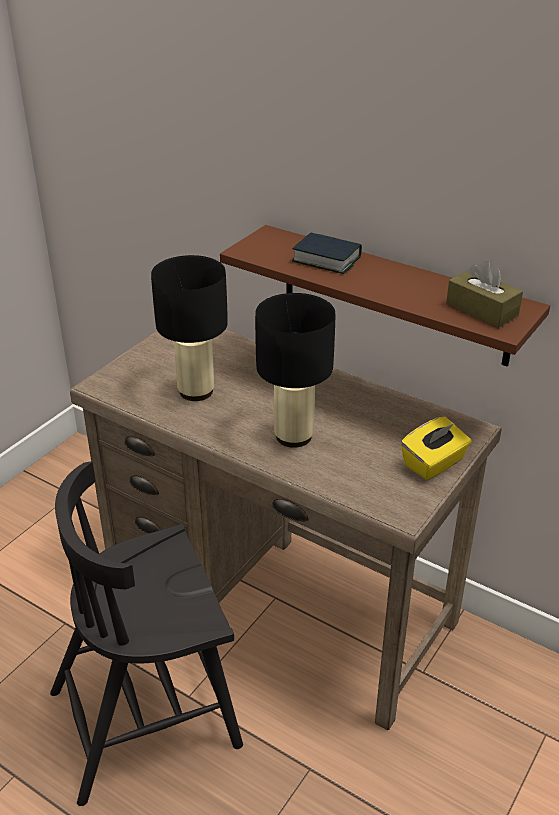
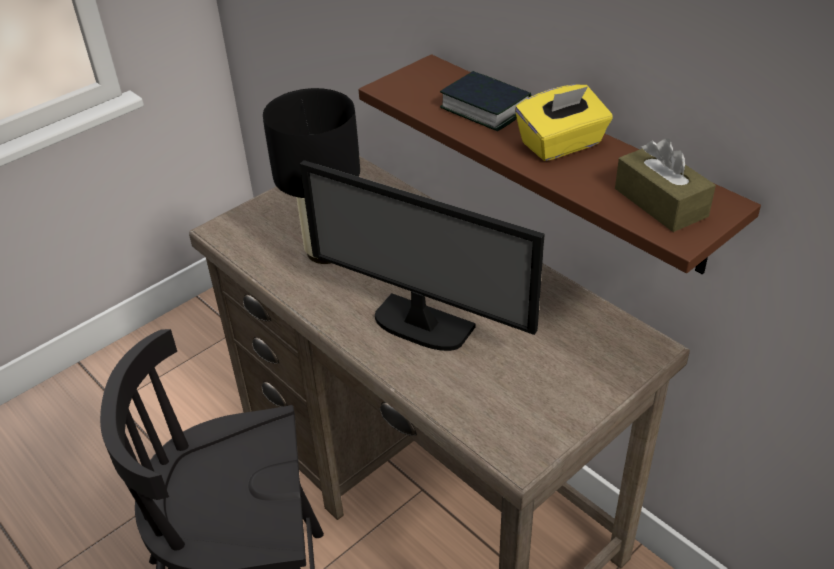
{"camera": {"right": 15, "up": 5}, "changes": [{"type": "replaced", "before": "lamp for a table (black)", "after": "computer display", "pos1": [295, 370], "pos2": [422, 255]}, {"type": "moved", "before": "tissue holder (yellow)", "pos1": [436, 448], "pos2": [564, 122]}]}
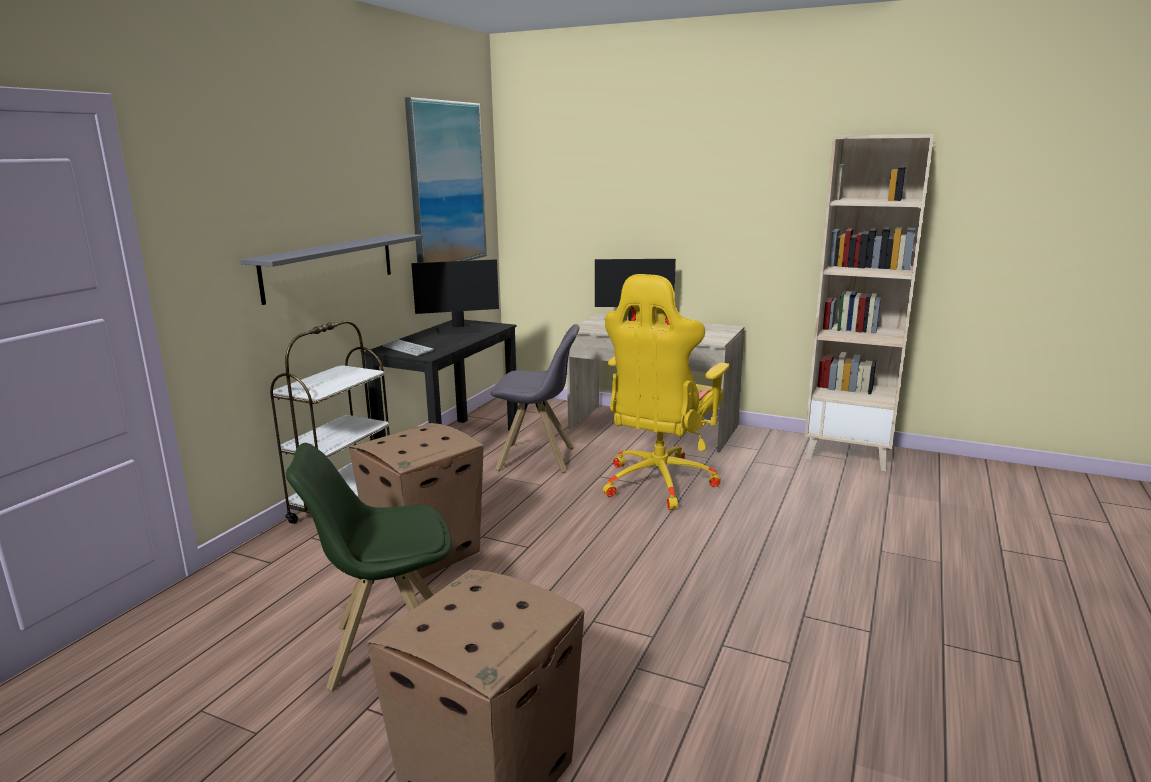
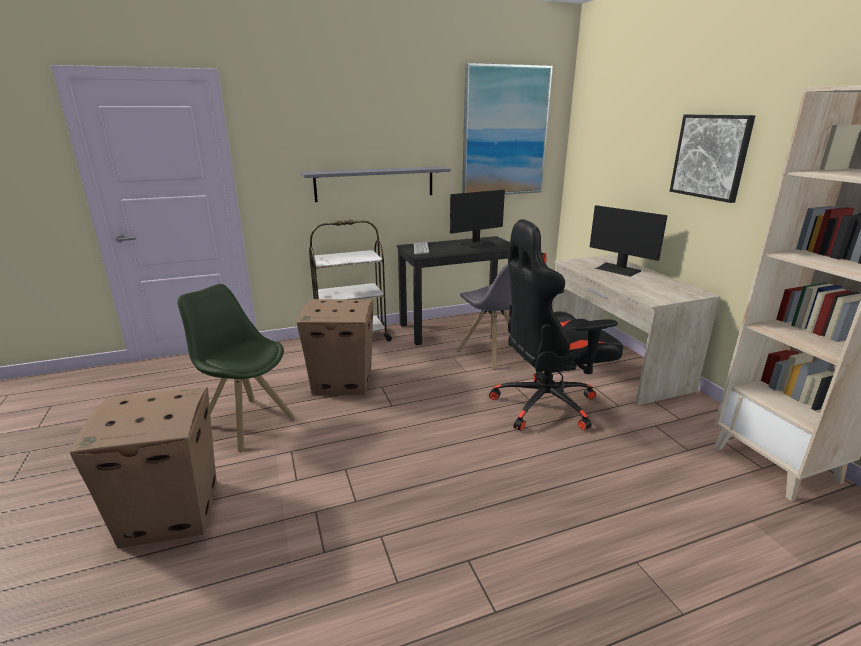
{"camera": {"right": 45, "up": 5}, "changes": [{"type": "turned", "before": "computer display", "pos1": [455, 297], "pos2": [477, 219], "turn": -60}, {"type": "recoloured", "before": "desk chair (yellow)", "after": "desk chair (black)", "pos1": [666, 392], "pos2": [556, 325]}, {"type": "added", "after": "wall art", "pos2": [712, 159]}]}
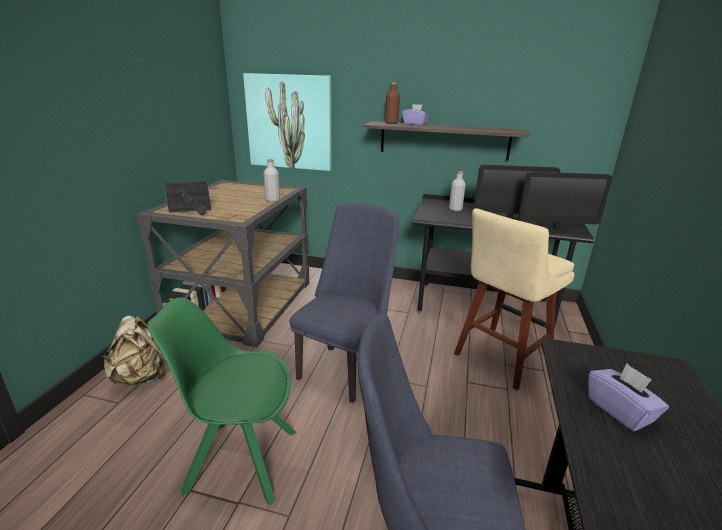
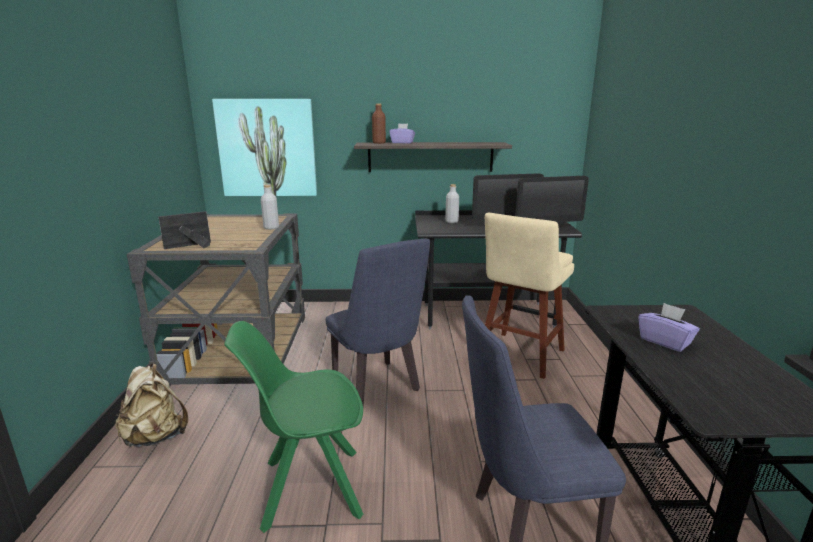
{"camera": {"right": -15, "up": -5}, "changes": [{"type": "turned", "before": "chair (blue)", "pos1": [345, 303], "pos2": [378, 323], "turn": 135}]}
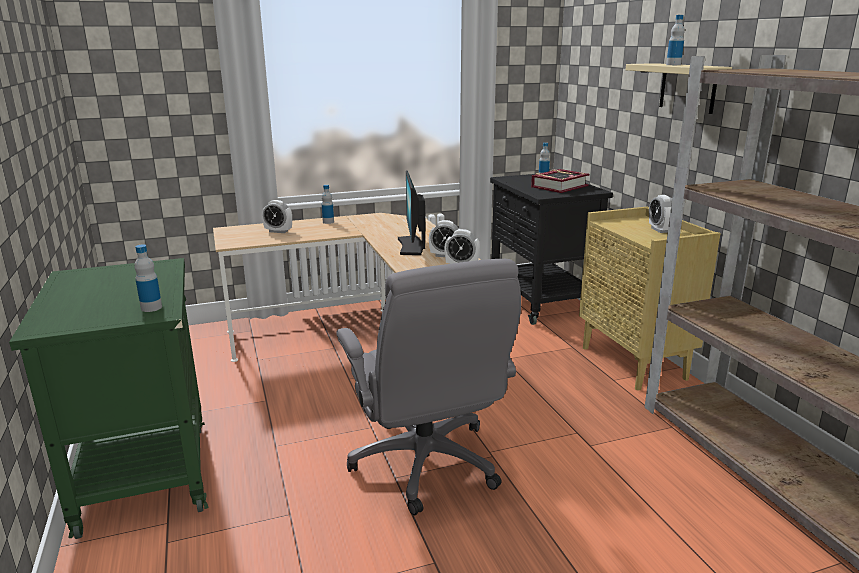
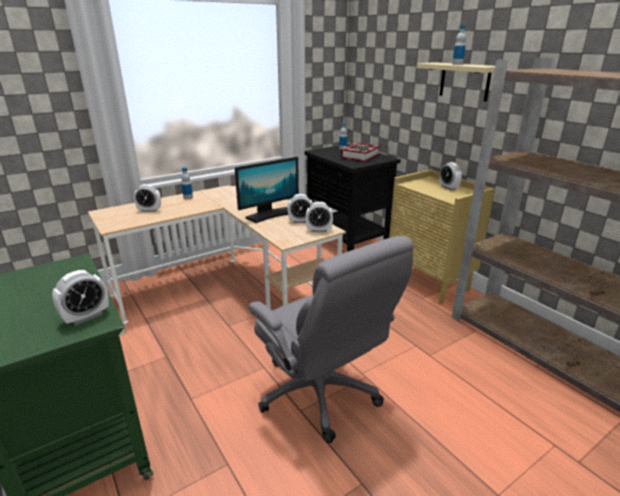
{"camera": {"right": -15, "up": 5}, "changes": [{"type": "turned", "before": "computer display", "pos1": [411, 212], "pos2": [267, 190], "turn": -105}, {"type": "replaced", "before": "drink bottle", "after": "table clock", "pos1": [148, 278], "pos2": [80, 298]}]}
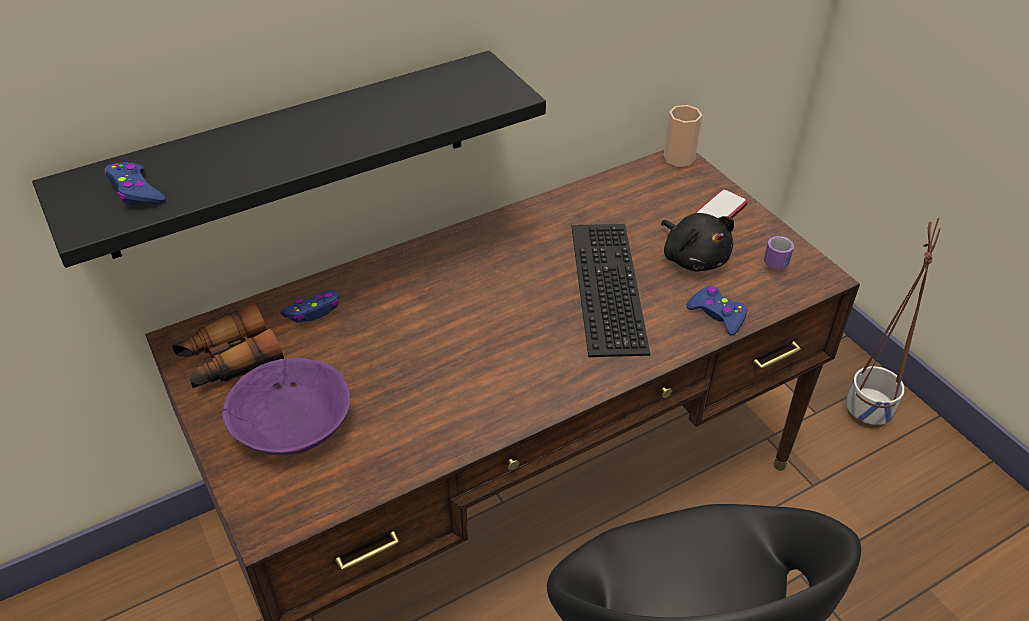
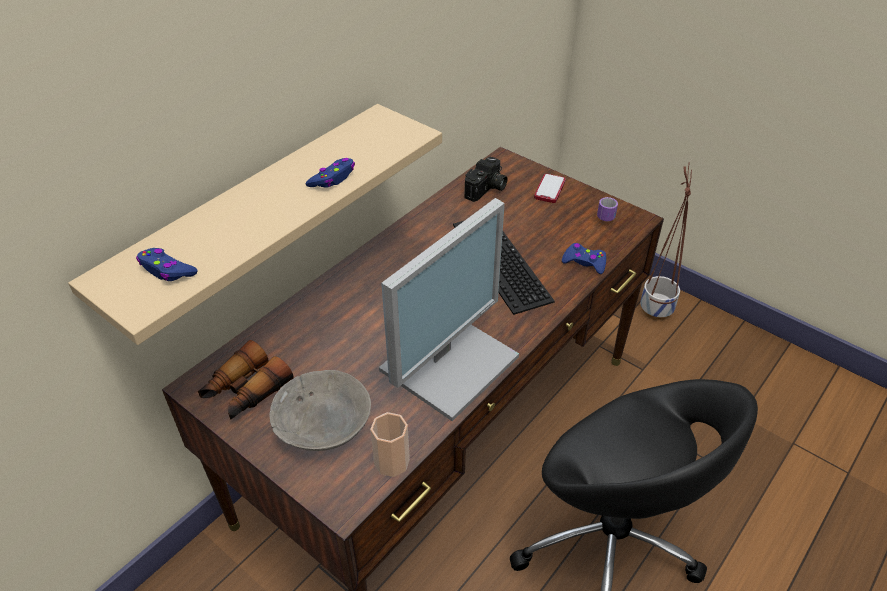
{"camera": {"right": -20, "up": 0}, "changes": [{"type": "recoloured", "before": "bracket shelf (black)", "after": "bracket shelf (beige)", "pos1": [289, 159], "pos2": [255, 224]}, {"type": "moved", "before": "small cup", "pos1": [683, 136], "pos2": [390, 444]}, {"type": "removed", "before": "cuddly toy (black)", "pos1": [697, 242]}, {"type": "moved", "before": "joypad (blue)", "pos1": [309, 306], "pos2": [330, 173]}, {"type": "recoloured", "before": "deep dish (purple)", "after": "deep dish (greyish)", "pos1": [286, 406], "pos2": [320, 410]}, {"type": "added", "after": "still camera", "pos2": [485, 179]}, {"type": "added", "after": "computer display", "pos2": [449, 309]}]}
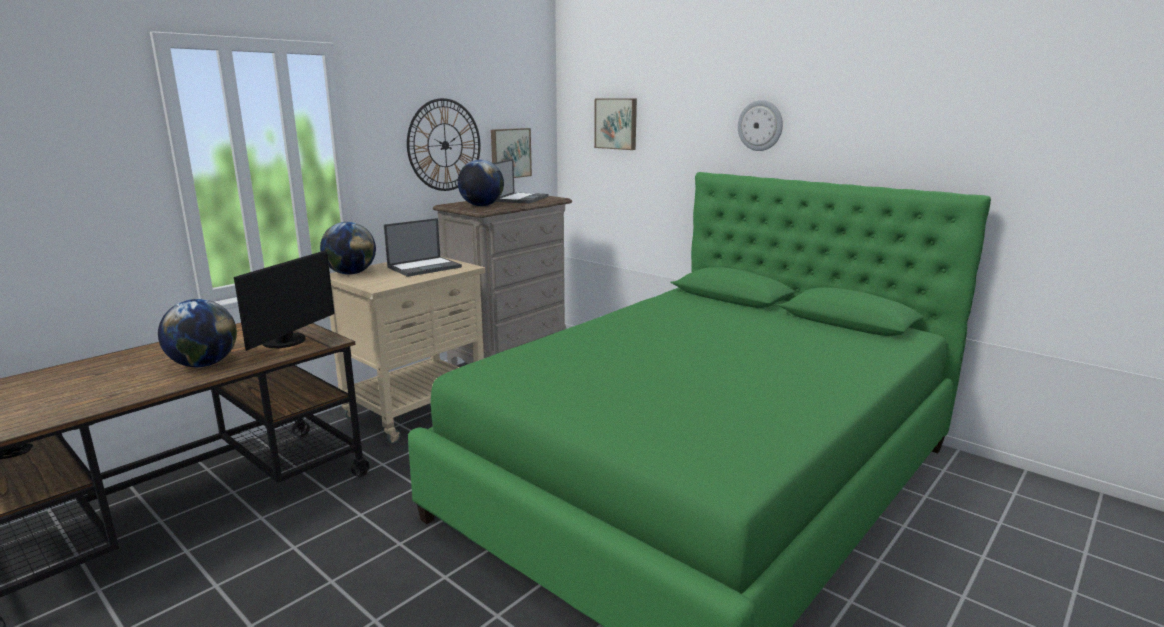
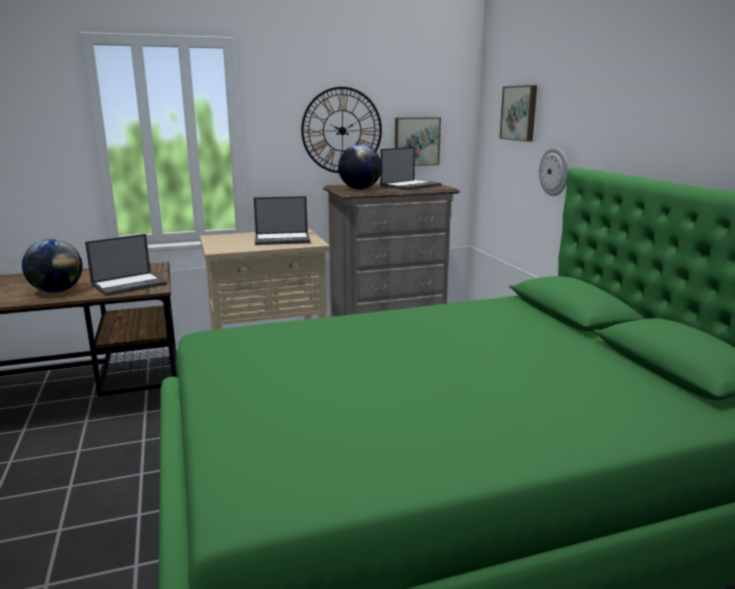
{"camera": {"right": 30, "up": 0}, "changes": [{"type": "moved", "before": "hanging clock", "pos1": [760, 125], "pos2": [554, 171]}, {"type": "removed", "before": "desk globe", "pos1": [348, 248]}, {"type": "replaced", "before": "computer display", "after": "notebook computer", "pos1": [284, 300], "pos2": [126, 265]}]}
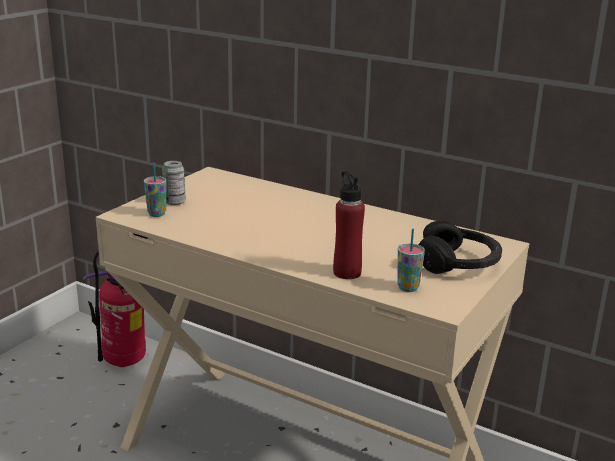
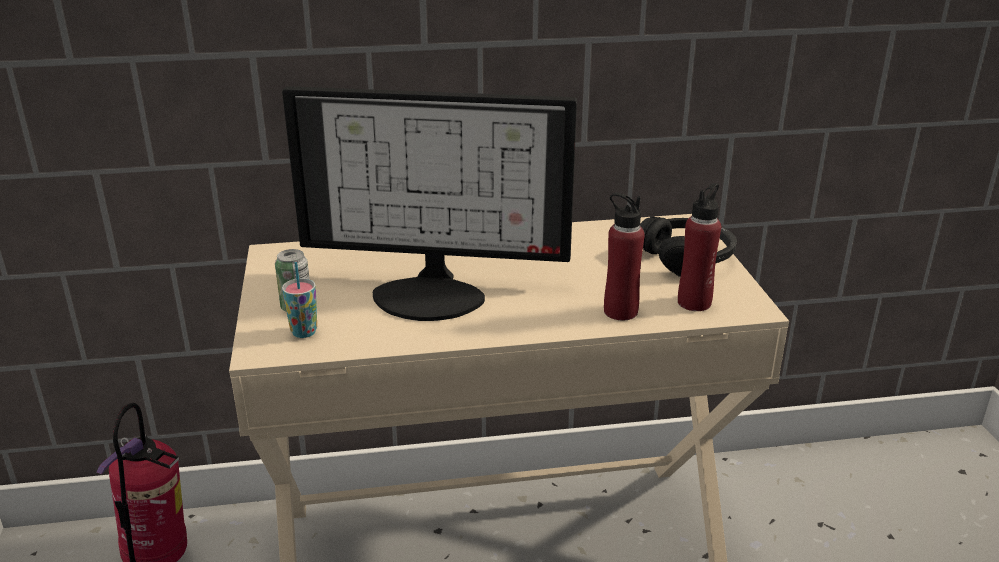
{"camera": {"right": -40, "up": 5}, "changes": [{"type": "replaced", "before": "small cup", "after": "drink bottle (red-coloured)", "pos1": [411, 260], "pos2": [699, 247]}, {"type": "added", "after": "computer display", "pos2": [429, 203]}]}
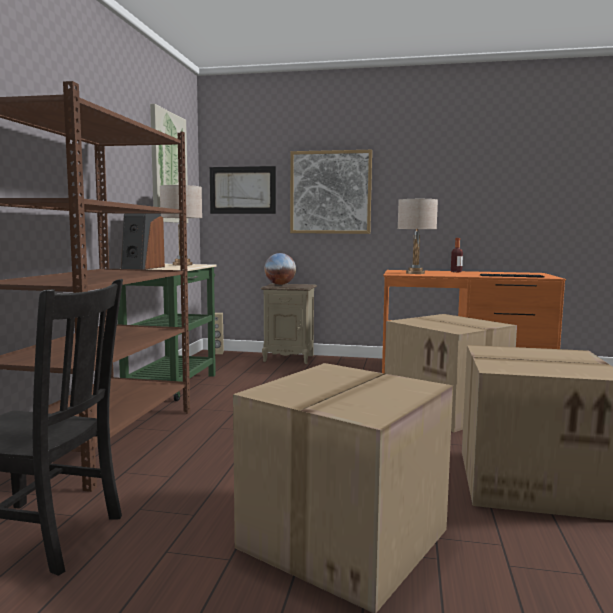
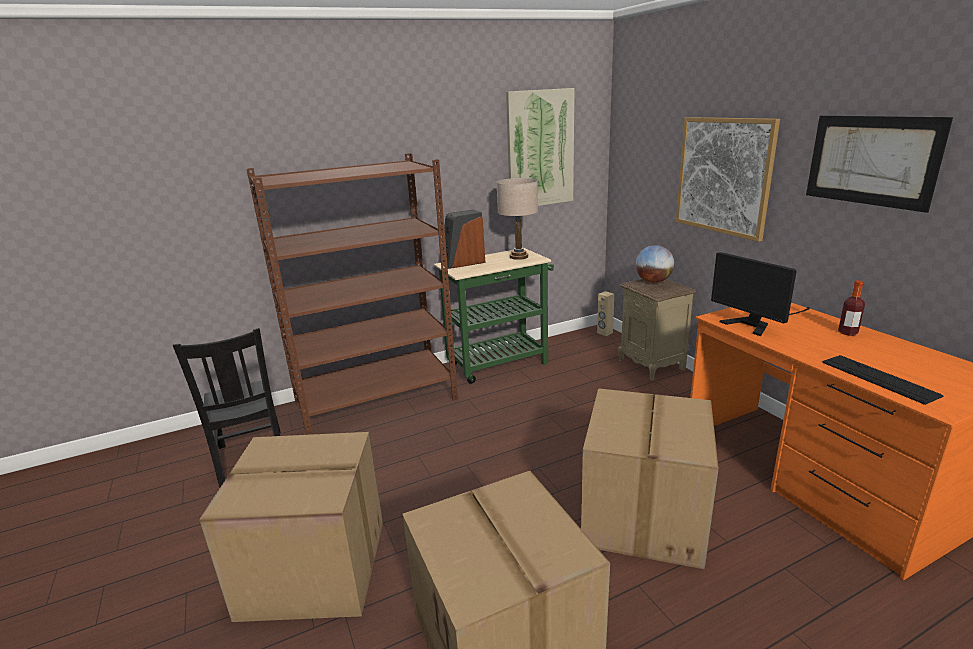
{"camera": {"right": 55, "up": 15}, "changes": [{"type": "moved", "before": "wall art", "pos1": [243, 190], "pos2": [879, 164]}, {"type": "replaced", "before": "lamp for a table (beige)", "after": "computer display", "pos1": [418, 236], "pos2": [760, 294]}]}
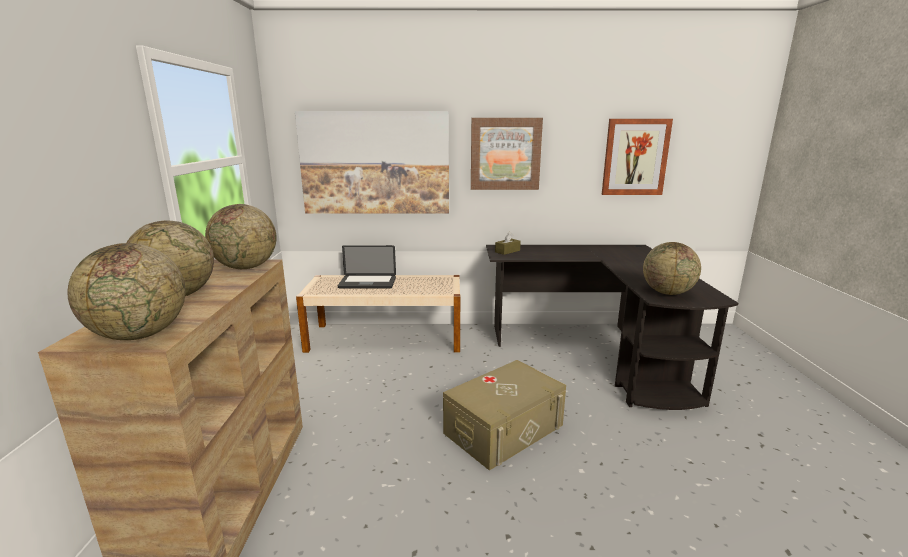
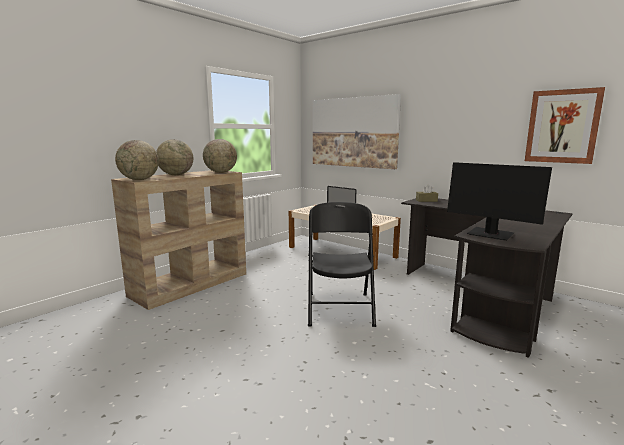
{"camera": {"right": 40, "up": -5}, "changes": [{"type": "removed", "before": "wall art", "pos1": [507, 154]}, {"type": "replaced", "before": "desk globe", "after": "computer display", "pos1": [672, 268], "pos2": [499, 201]}, {"type": "replaced", "before": "storage box (beige)", "after": "chair (black)", "pos1": [504, 415], "pos2": [342, 264]}]}
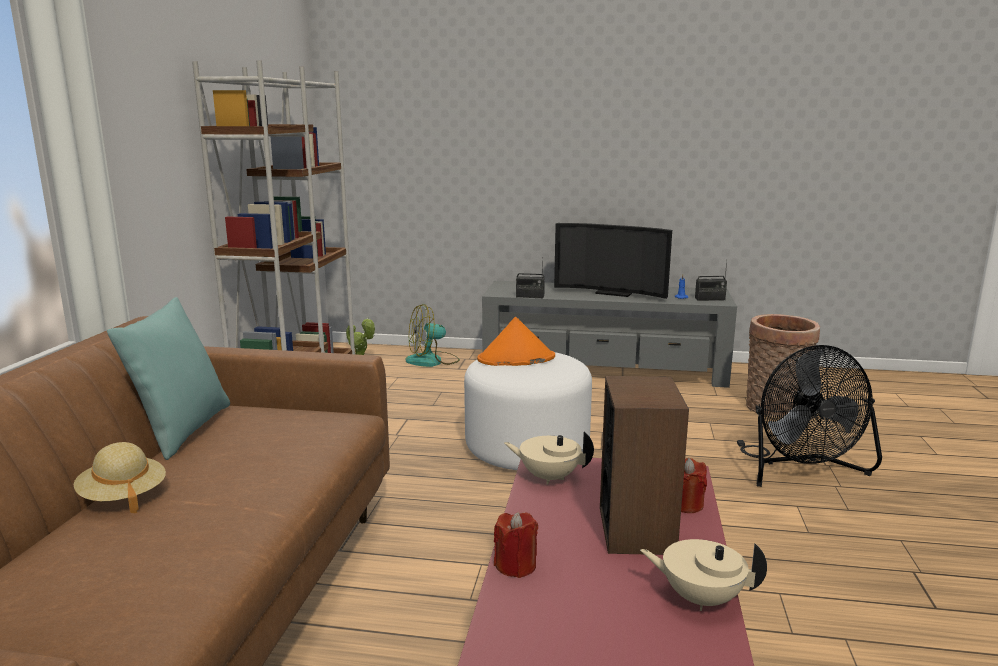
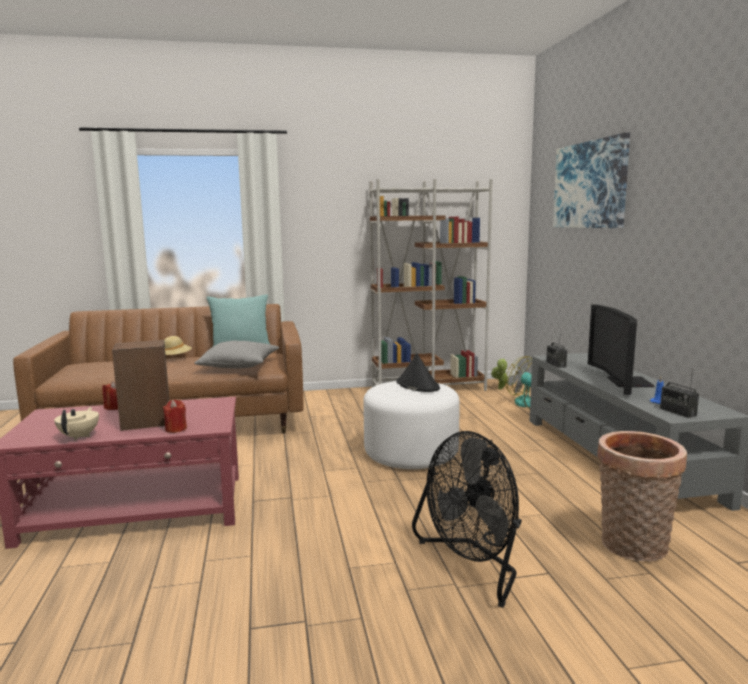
{"camera": {"right": 70, "up": -5}, "changes": [{"type": "recoloured", "before": "clothing hat (orange)", "after": "clothing hat (black)", "pos1": [516, 341], "pos2": [418, 372]}, {"type": "removed", "before": "teapot (beige)", "pos1": [549, 458]}, {"type": "added", "after": "wall art", "pos2": [591, 180]}, {"type": "added", "after": "cushion (greyish)", "pos2": [237, 354]}]}
